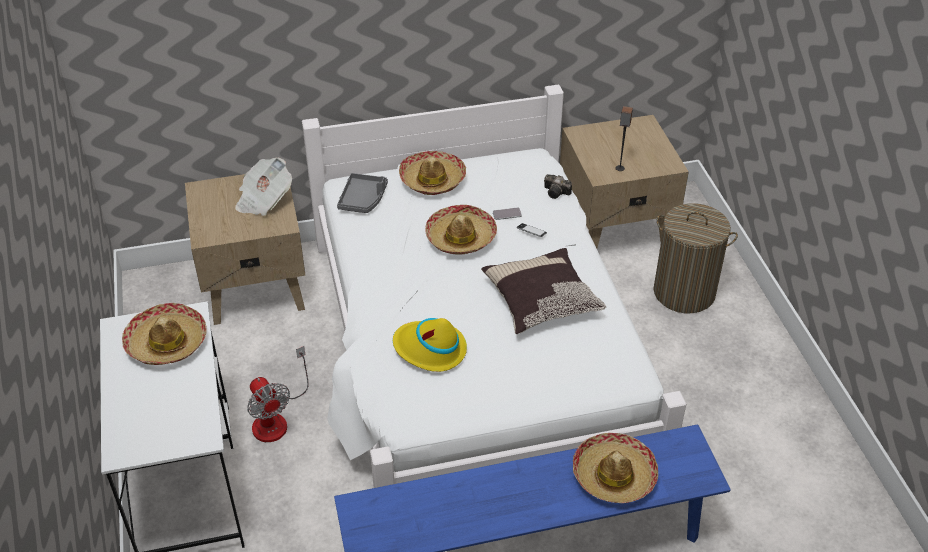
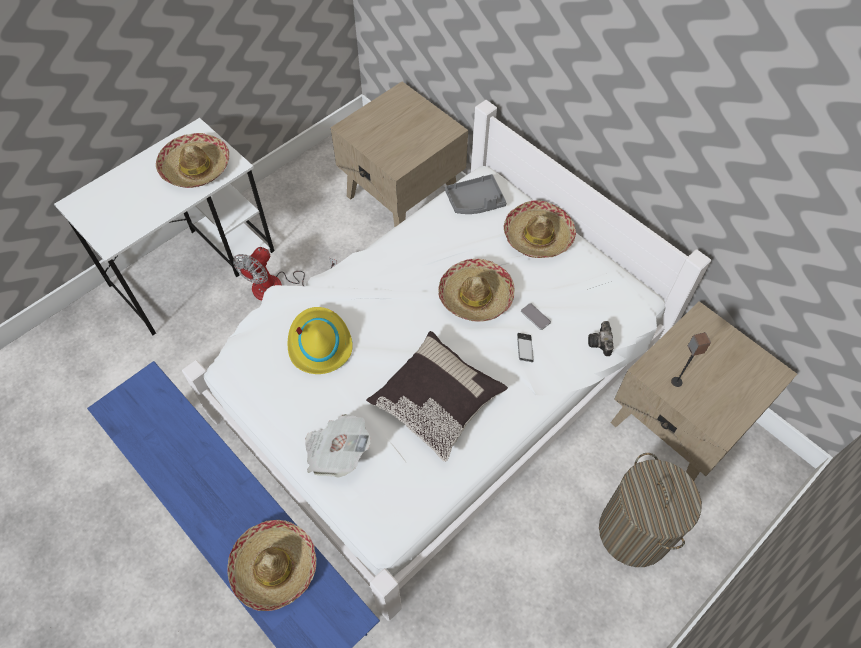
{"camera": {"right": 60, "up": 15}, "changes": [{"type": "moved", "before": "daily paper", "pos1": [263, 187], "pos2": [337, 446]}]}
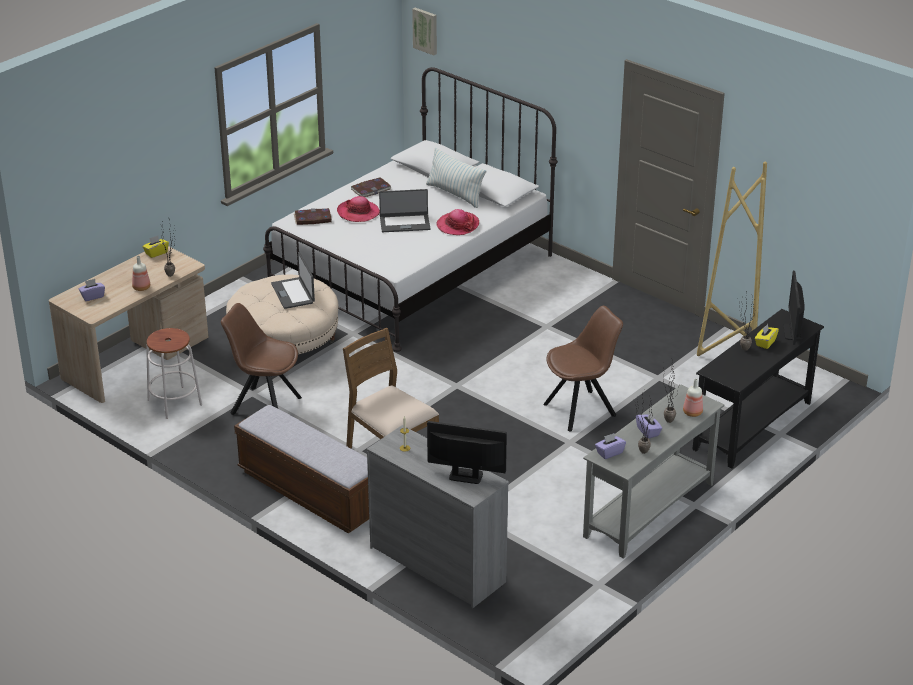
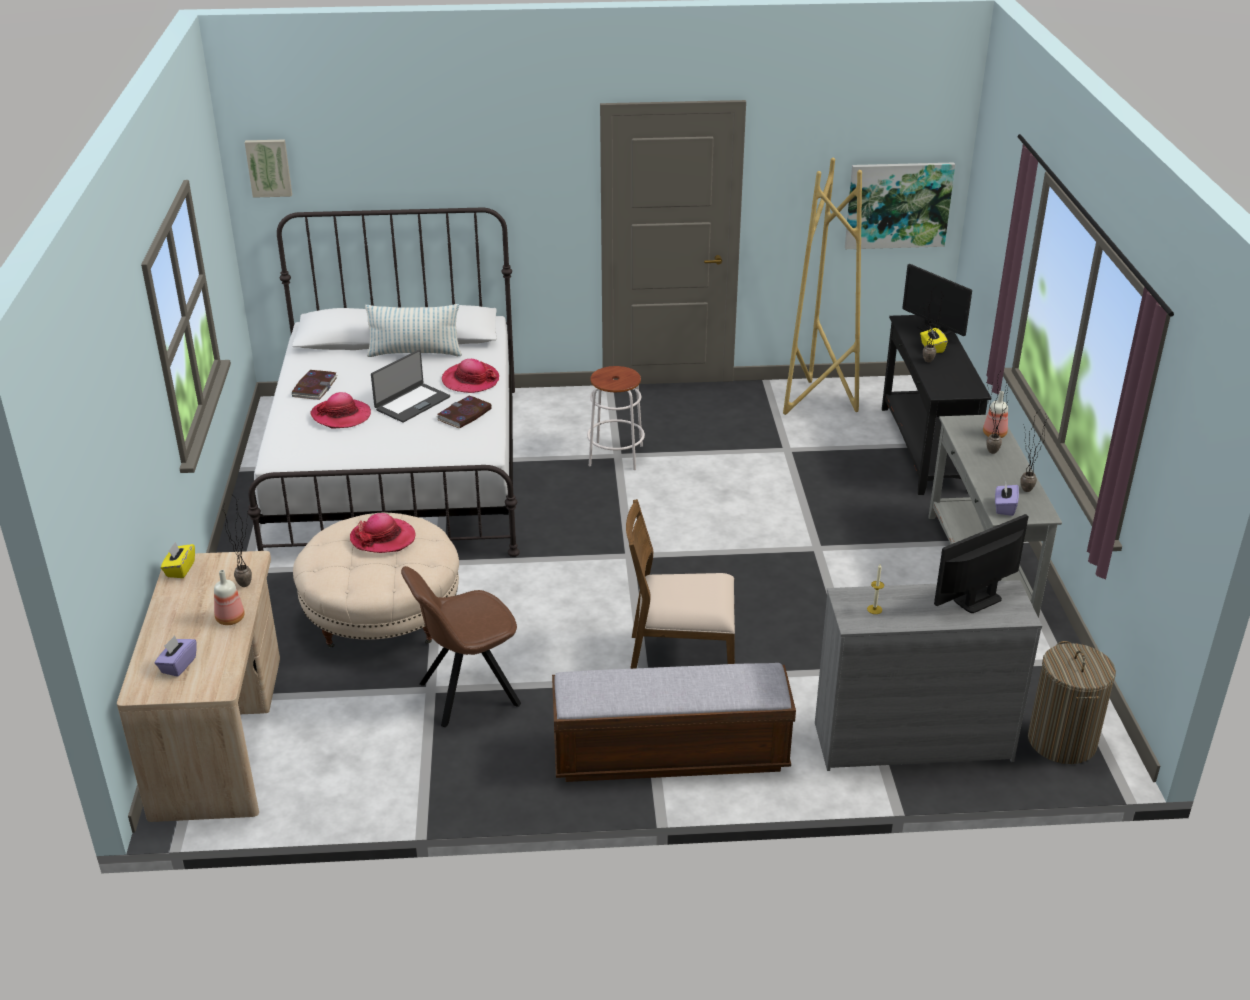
{"camera": {"right": -45, "up": 0}, "changes": [{"type": "moved", "before": "bound book", "pos1": [313, 216], "pos2": [464, 412]}, {"type": "replaced", "before": "notebook computer", "after": "clothing hat", "pos1": [293, 280], "pos2": [383, 533]}, {"type": "removed", "before": "chair (brown-coloured)", "pos1": [583, 368]}, {"type": "moved", "before": "sitting stool (white-coloured)", "pos1": [174, 373], "pos2": [616, 418]}, {"type": "removed", "before": "tissue holder (purple)", "pos1": [649, 426]}, {"type": "added", "after": "wall art", "pos2": [900, 205]}, {"type": "added", "after": "washing basket", "pos2": [1072, 702]}]}
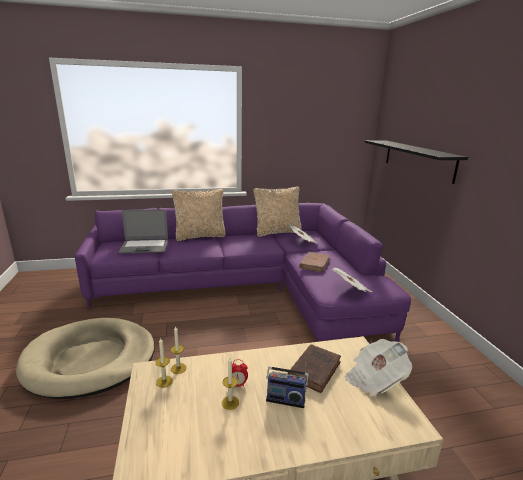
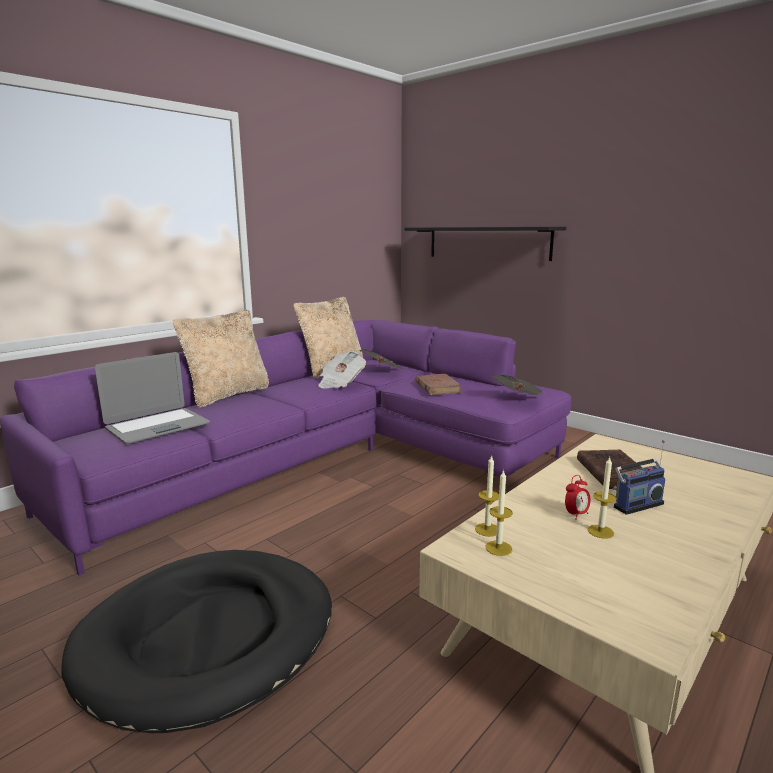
{"camera": {"right": -35, "up": -5}, "changes": [{"type": "recoloured", "before": "dog cushion (beige)", "after": "dog cushion (black)", "pos1": [85, 358], "pos2": [197, 641]}, {"type": "moved", "before": "daily paper", "pos1": [378, 368], "pos2": [342, 369]}]}
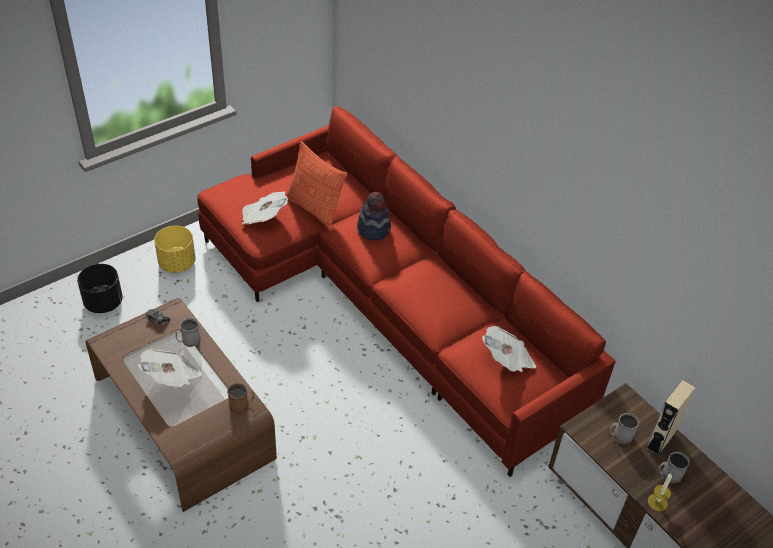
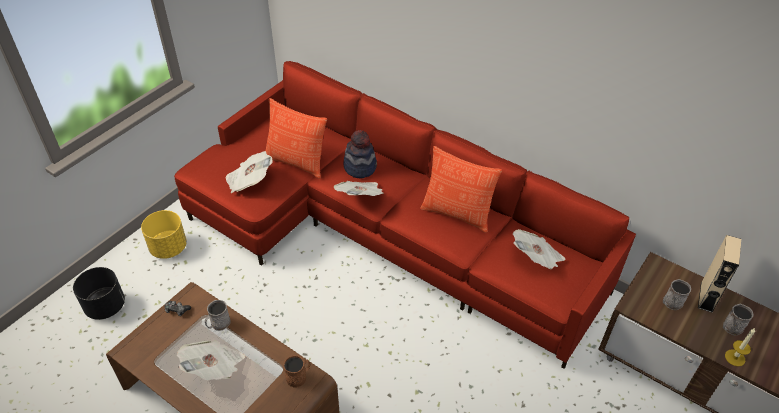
{"camera": {"right": -15, "up": 0}, "changes": [{"type": "added", "after": "cushion (orange)", "pos2": [461, 189]}, {"type": "added", "after": "daily paper", "pos2": [359, 188]}]}
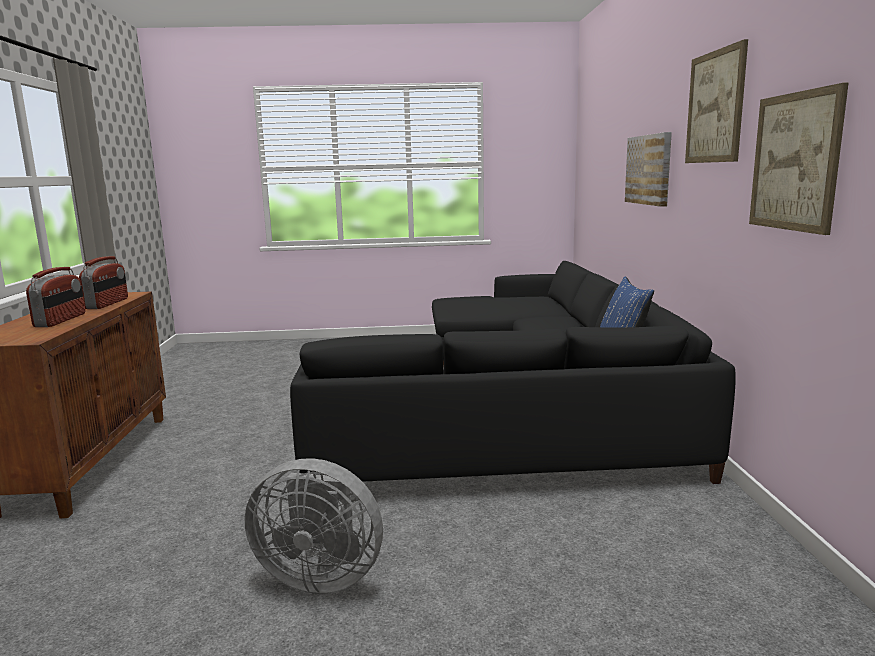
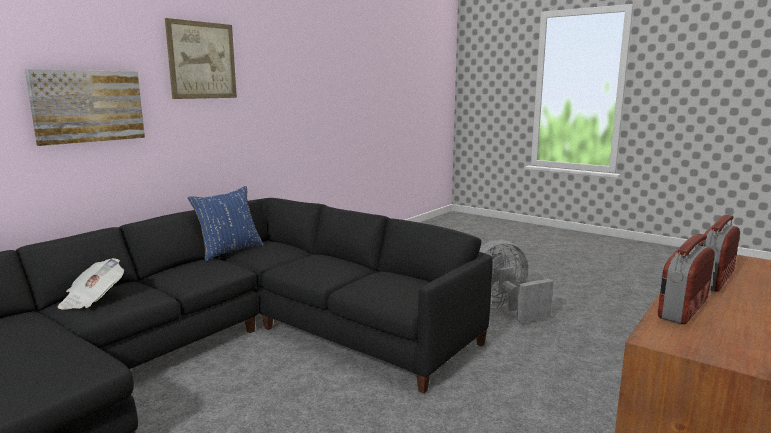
{"camera": {"right": -140, "up": 0}, "changes": [{"type": "removed", "before": "wall art", "pos1": [799, 159]}, {"type": "turned", "before": "cooling fan (greyish)", "pos1": [314, 526], "pos2": [516, 281], "turn": -75}, {"type": "added", "after": "daily paper", "pos2": [90, 284]}]}
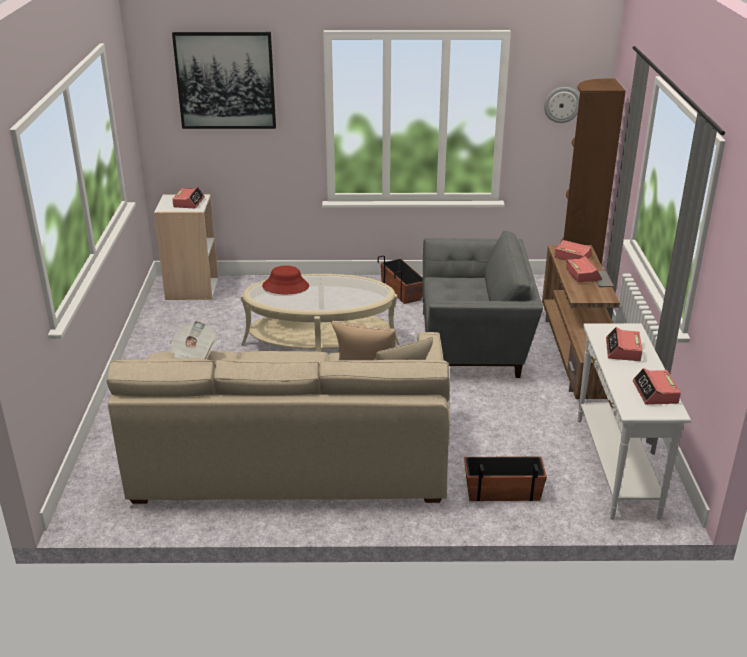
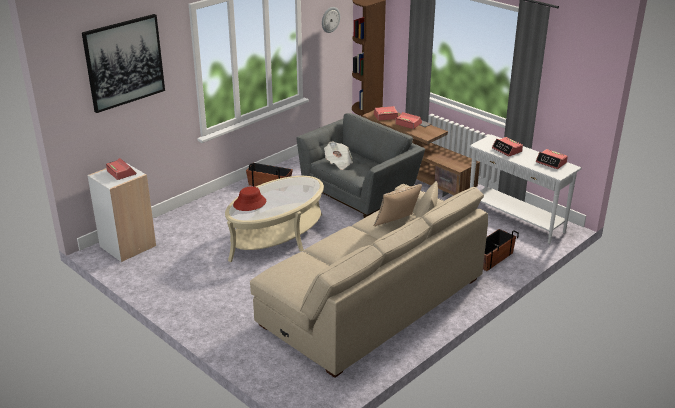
{"camera": {"right": -45, "up": 0}, "changes": [{"type": "moved", "before": "daily paper", "pos1": [193, 339], "pos2": [338, 155]}]}
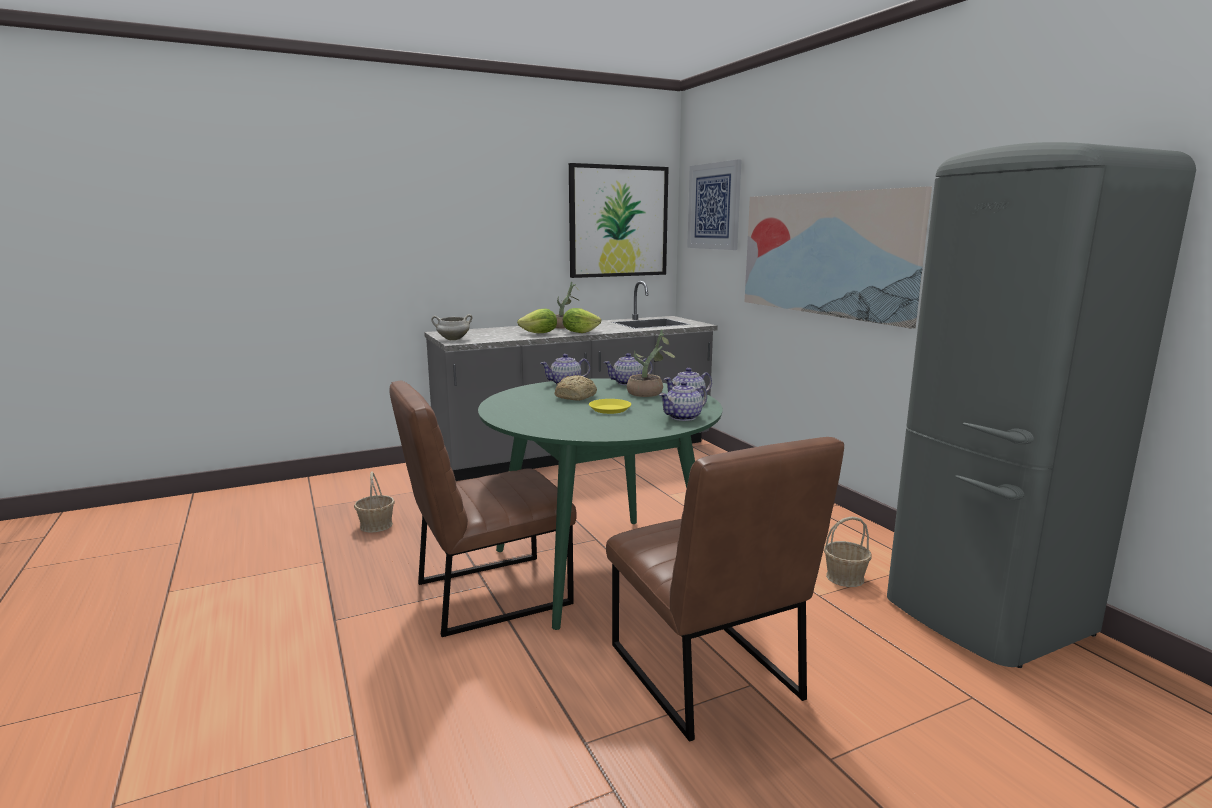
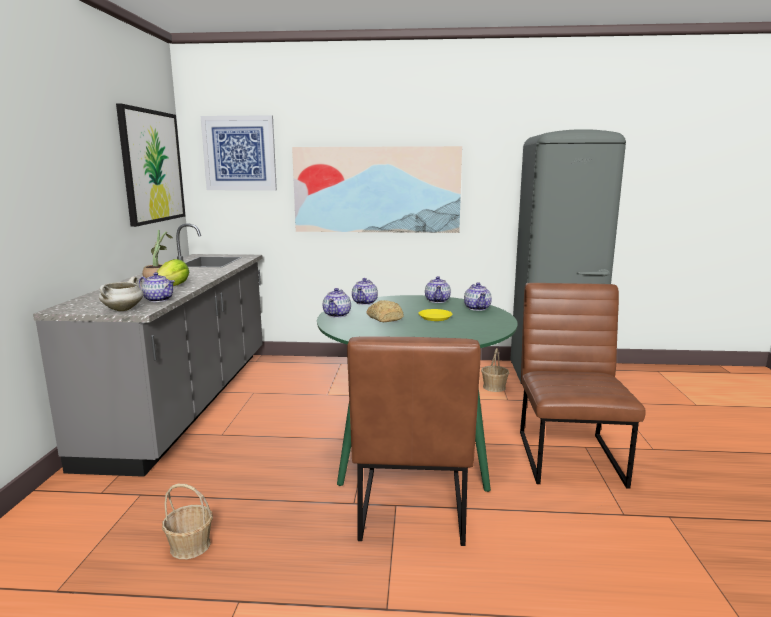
{"camera": {"right": -60, "up": 0}, "changes": [{"type": "removed", "before": "head of lettuce", "pos1": [582, 320]}, {"type": "removed", "before": "plant in a pot", "pos1": [651, 363]}, {"type": "turned", "before": "chair (brown-coloured)", "pos1": [725, 589], "pos2": [583, 386], "turn": -90}, {"type": "added", "after": "teapot", "pos2": [157, 287]}]}
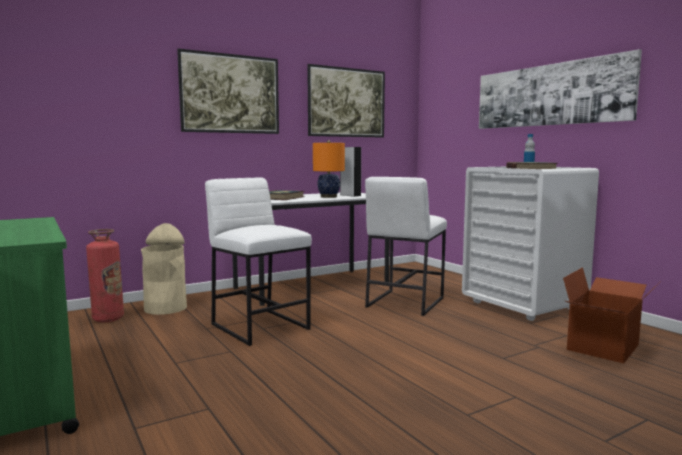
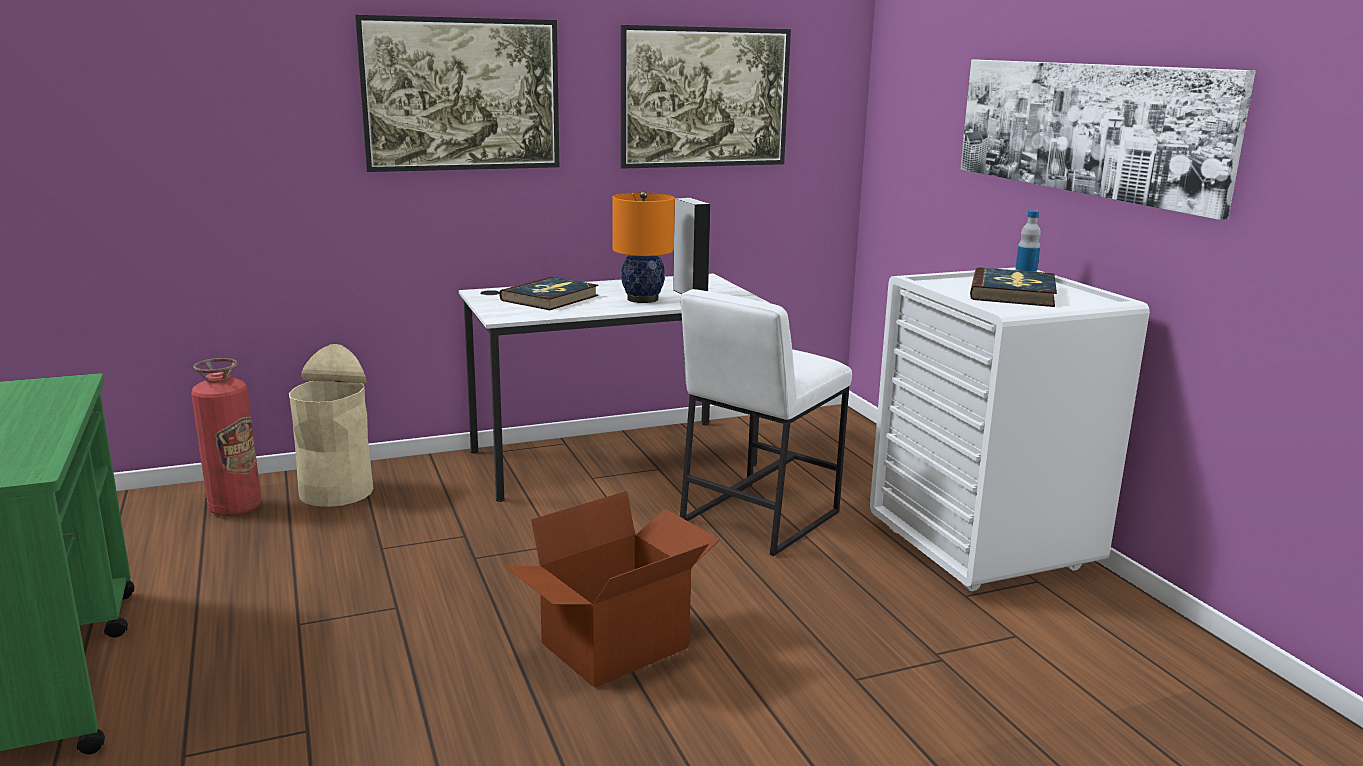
{"camera": {"right": 10, "up": 10}, "changes": [{"type": "removed", "before": "chair (white-coloured)", "pos1": [258, 262]}, {"type": "moved", "before": "packing box", "pos1": [612, 315], "pos2": [612, 589]}]}
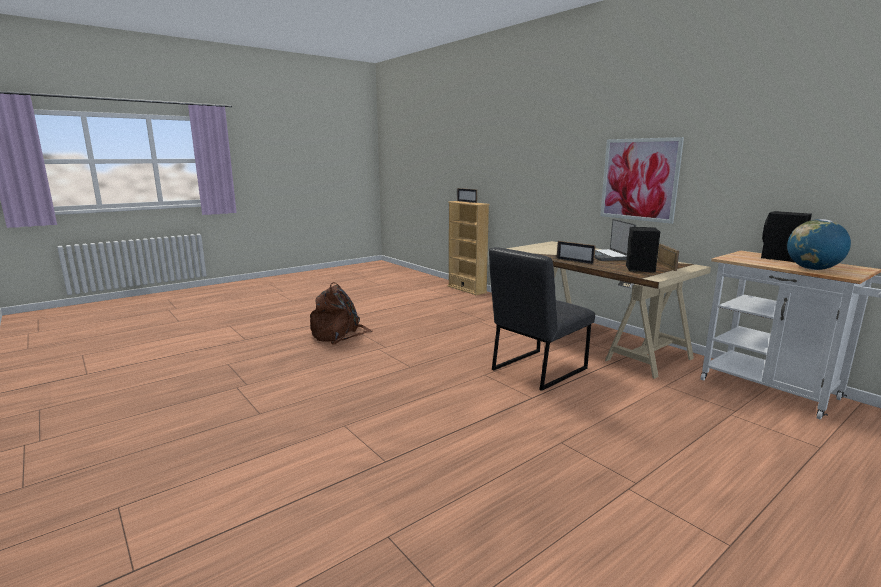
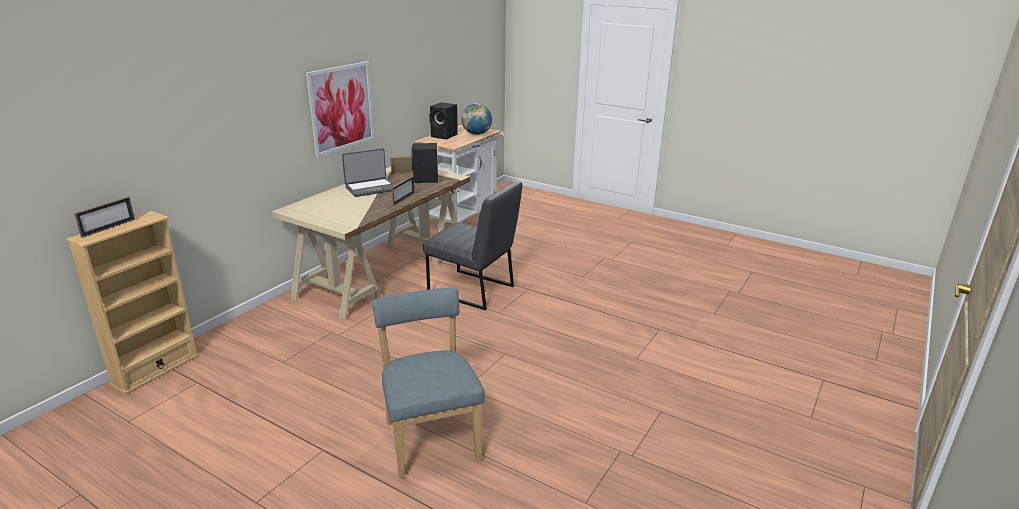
{"camera": {"right": -110, "up": 10}, "changes": [{"type": "replaced", "before": "rucksack (brown-coloured)", "after": "chair (blue)", "pos1": [341, 313], "pos2": [428, 383]}]}
